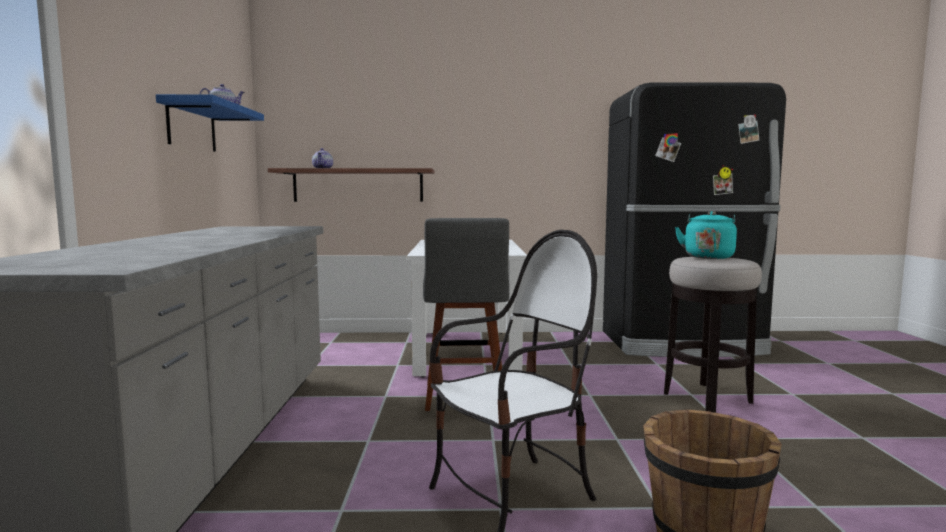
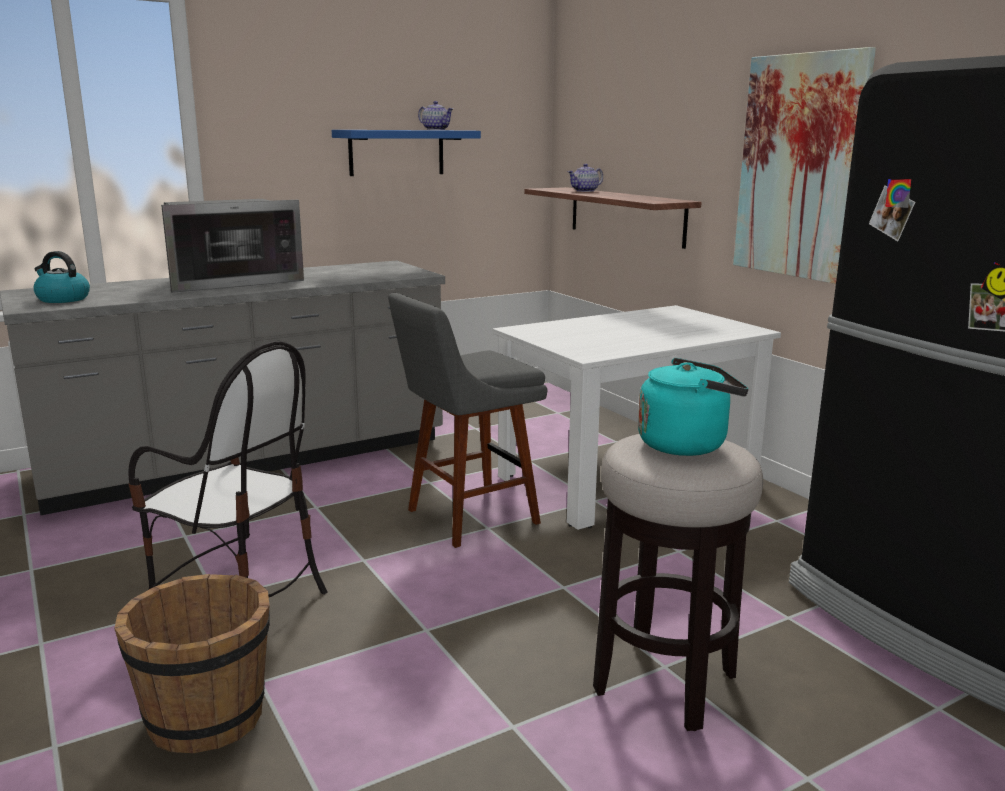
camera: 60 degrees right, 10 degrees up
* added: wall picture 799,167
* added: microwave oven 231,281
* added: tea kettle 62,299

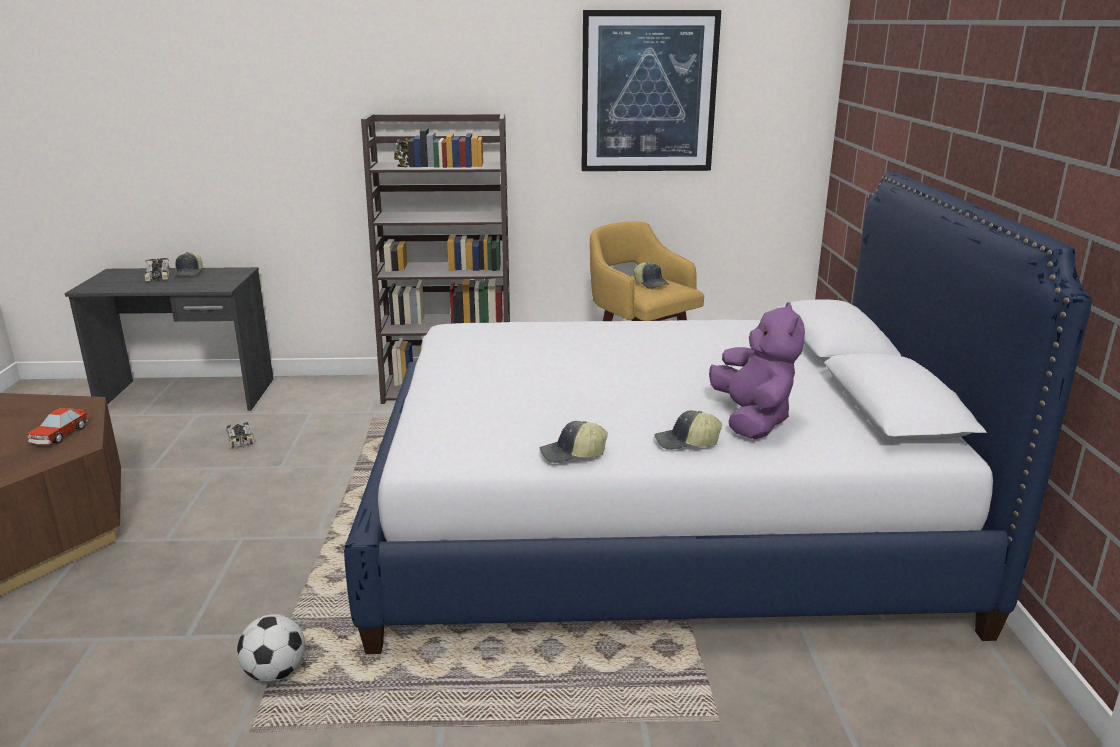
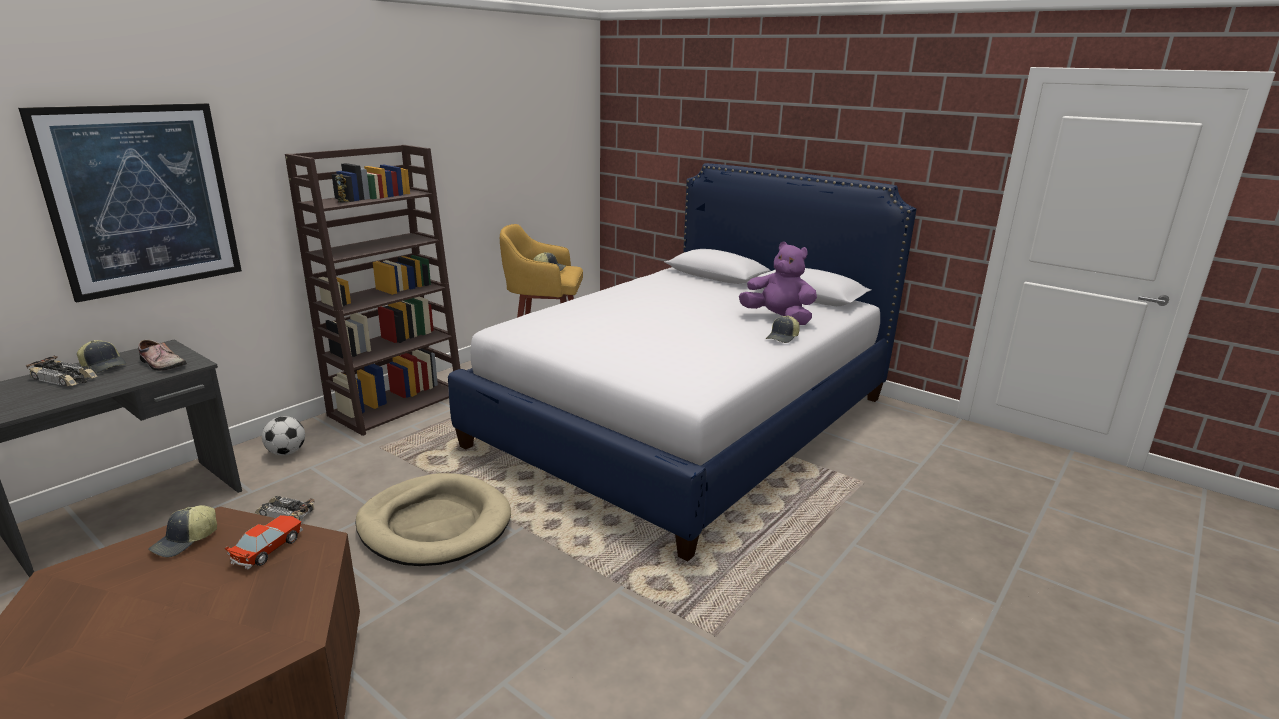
camera: 50 degrees left, 0 degrees up
* moved: wall picture 648,92 to 142,199
* turned: toy car 60,435 = 268,548 120 degrees counterclockwise
* moved: peaked cap 572,454 to 186,541
* moved: football 275,673 to 286,452
* added: shoe 161,364
* added: dog cushion (beige) 435,524

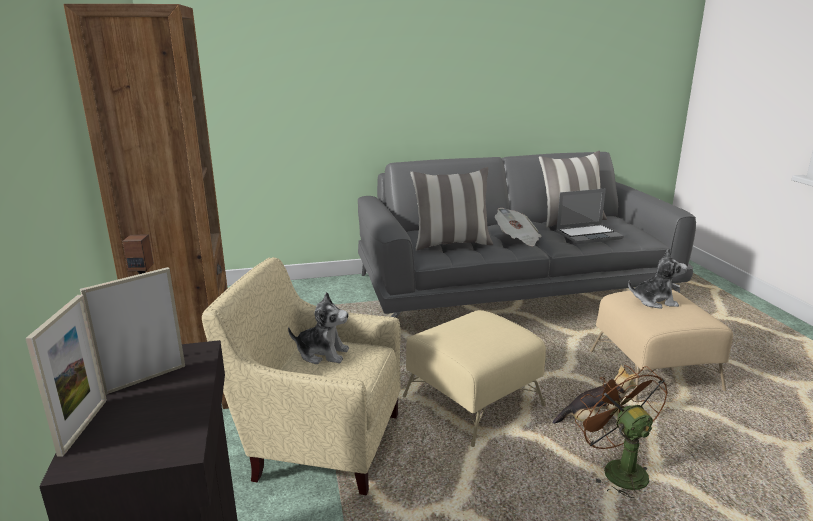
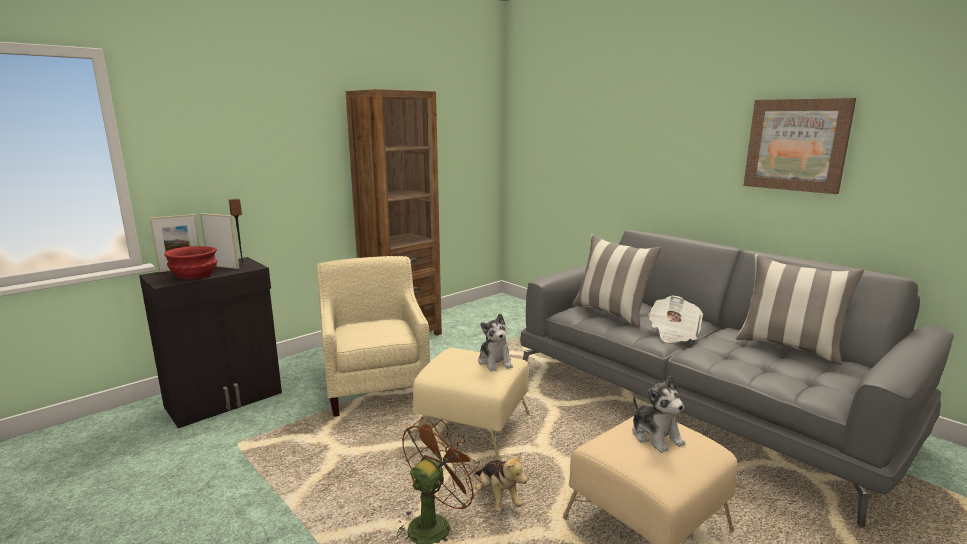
camera: 60 degrees right, 5 degrees down
* removed: laptop 588,235
* moved: plush toy 322,353 to 495,362
* added: wall picture 796,145
* added: serving bowl (red-coloured) 194,275

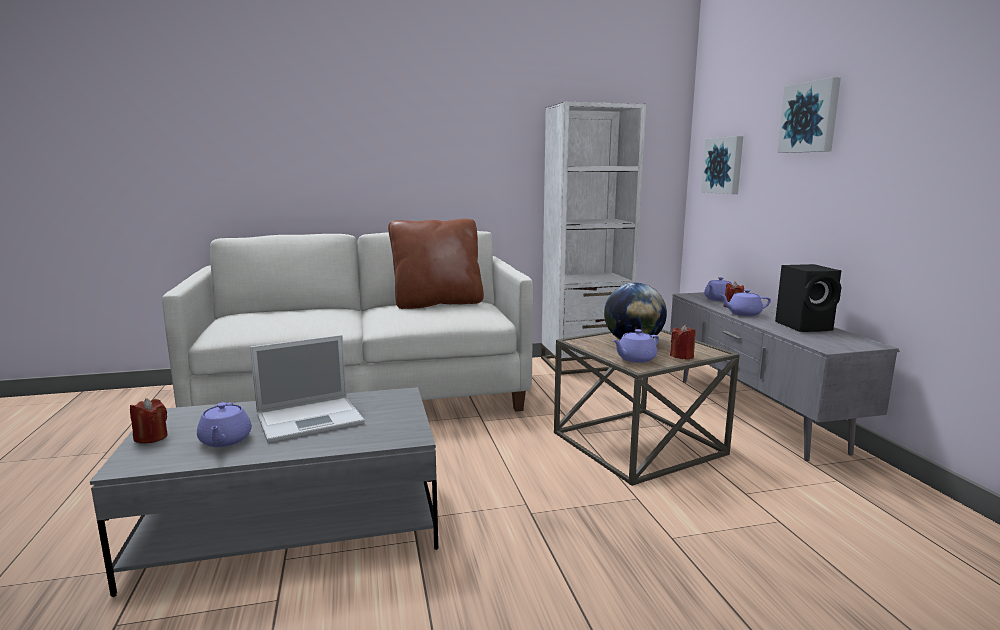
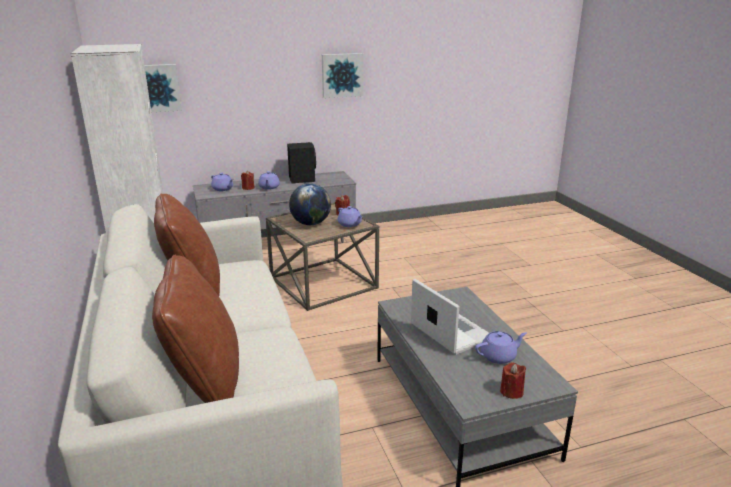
camera: 95 degrees left, 10 degrees up
* moved: wall picture 810,117 to 342,75
* added: throw pillow (brown) 205,380

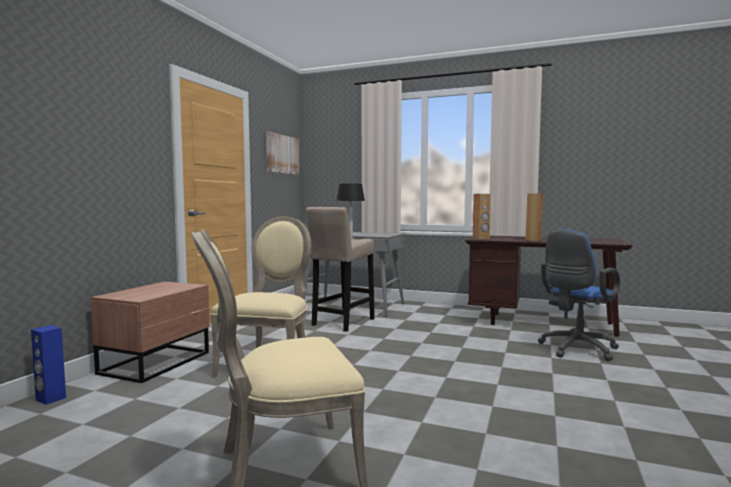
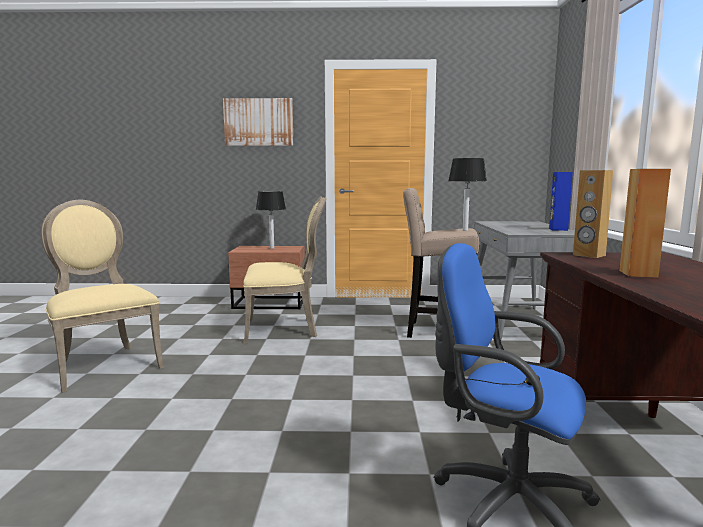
camera: 70 degrees right, 5 degrees up
* moved: wall picture 282,154 to 258,122
* moved: audio speaker (bluish) 50,399 to 558,229
* added: tabletop lamp 271,248

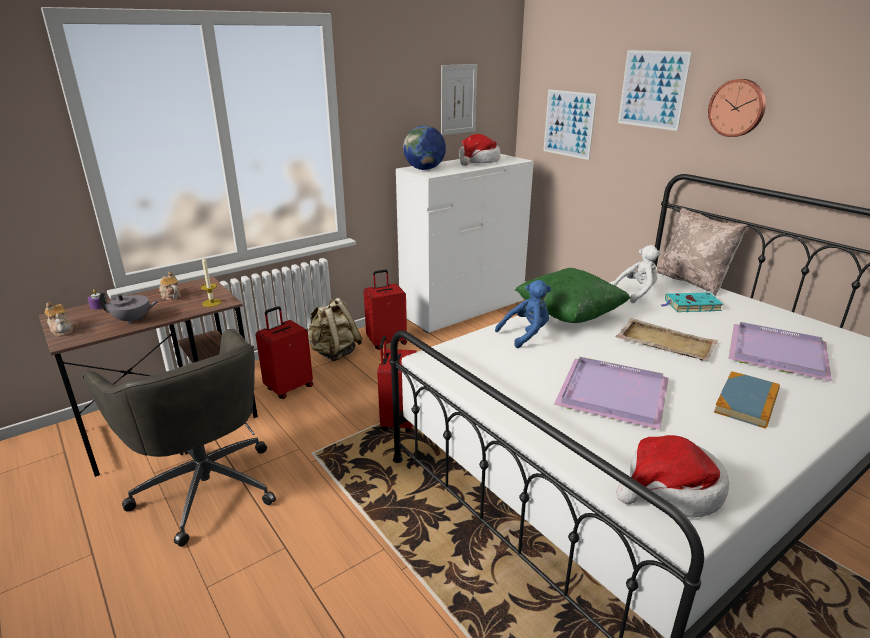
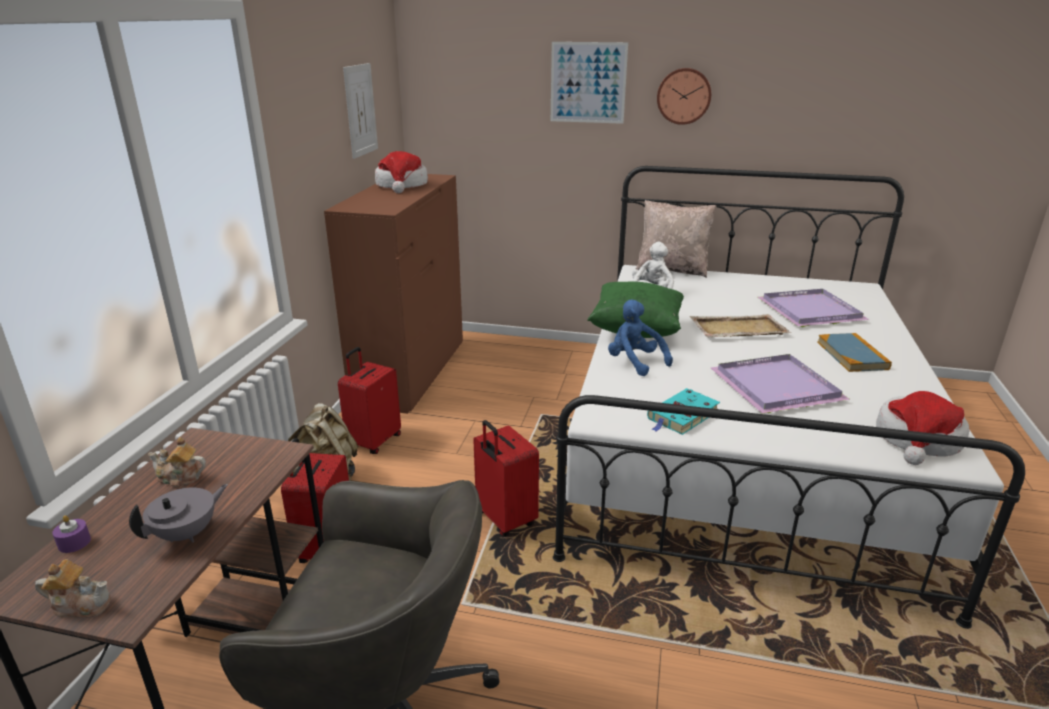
camera: 40 degrees left, 0 degrees up
* removed: wall picture 568,124
* removed: world globe 424,169
* recoloured: drawer chest (white-coloured) 463,309 to drawer chest (brown) 410,372
* removed: candle 211,303
* turned: plush toy (bluish) 526,334 = 635,362 60 degrees counterclockwise
* moved: book (turquoise) 691,305 to 682,416

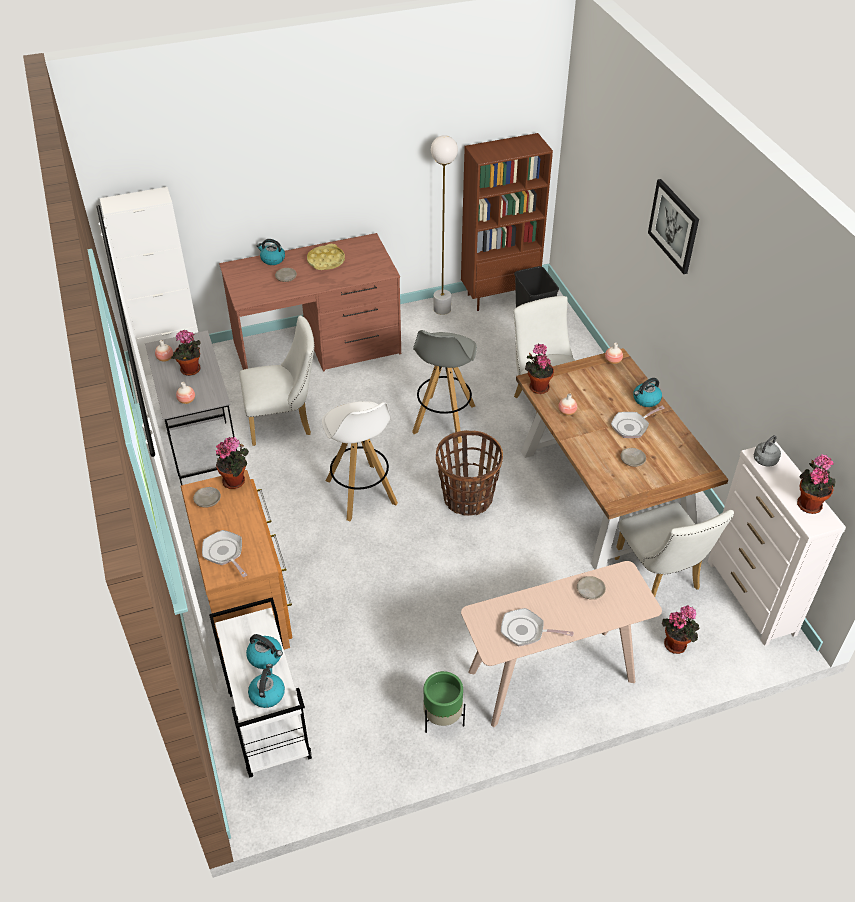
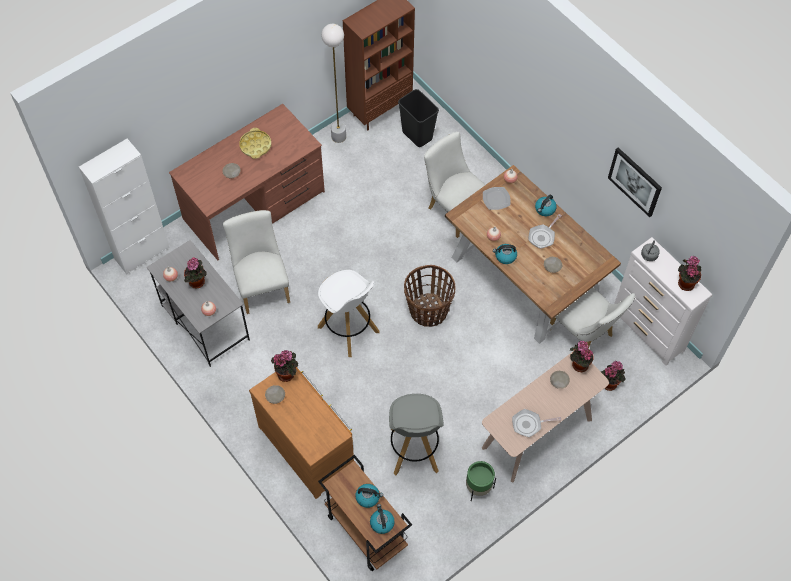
camera: 20 degrees left, 15 degrees up
* moved: wall picture 674,226 to 635,181
* moved: tea kettle 272,259 to 505,256
* turned: plain chair (white-coloured) 284,422 = 261,284 75 degrees counterclockwise
* moved: stool (gray) 443,419 to 414,451
* moved: houseplant 537,386 to 578,364
* removed: frying pan 224,553
* recoloured: wheeled cart (white-coloured) 268,724 to wheeled cart (brown) 365,530
* added: flat dish 496,199

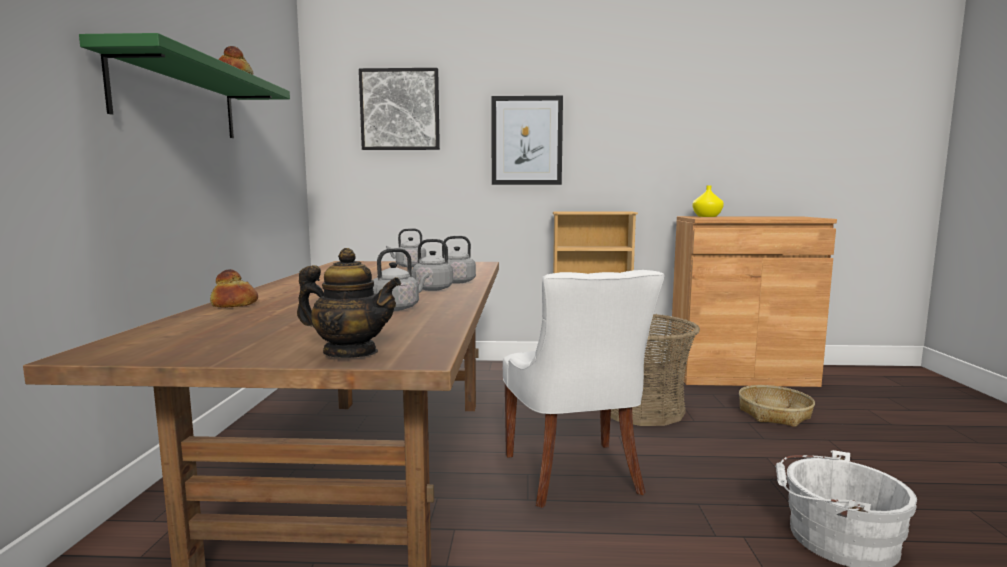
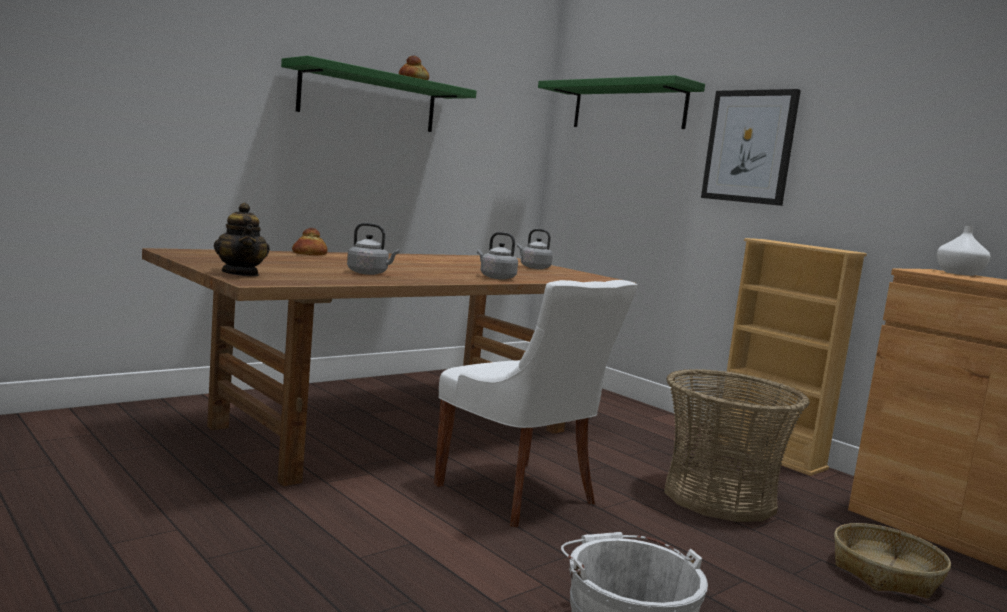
camera: 45 degrees right, 0 degrees up
* replaced: wall picture 400,110 to wall shelf (green) 628,107
* recoloured: vase (yellowish) 706,216 to vase (white-coloured) 958,273
* removed: tea kettle (gray) 430,289
* turned: plain chair (white-coloured) 574,475 = 519,495 75 degrees counterclockwise

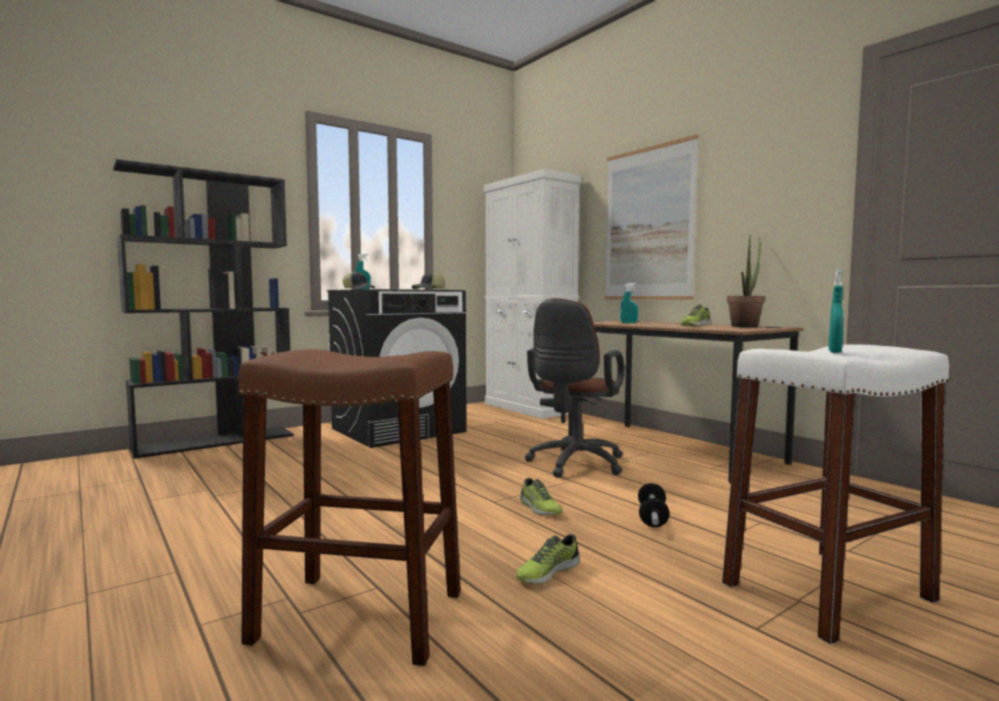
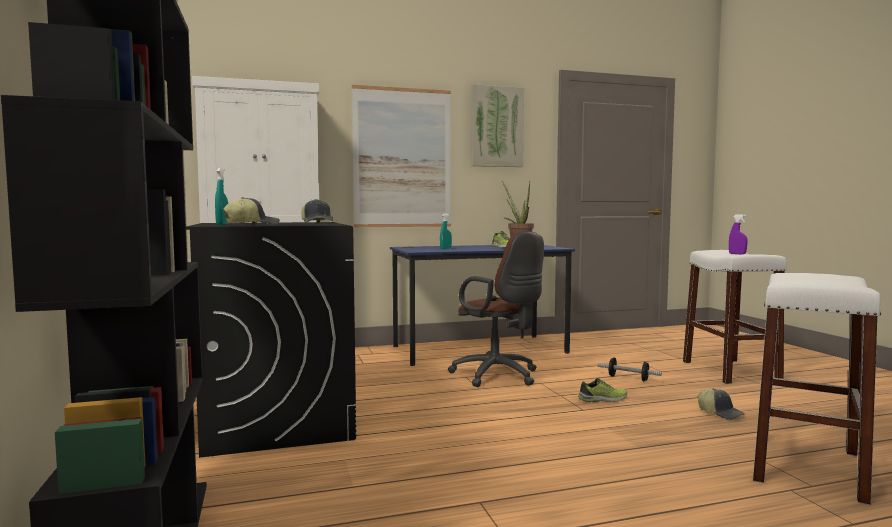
camera: 70 degrees left, 0 degrees up
* recoloured: spray bottle (turquoise) 834,352 to spray bottle (purple) 737,254
* recoloured: desk unit (brown) 670,449 to desk unit (bluish) 479,349
* recoloured: stool (brown) 359,616 to stool (white-coloured) 807,466
* replaced: shoe 547,572 to peaked cap 721,413
* added: wall picture 496,127

